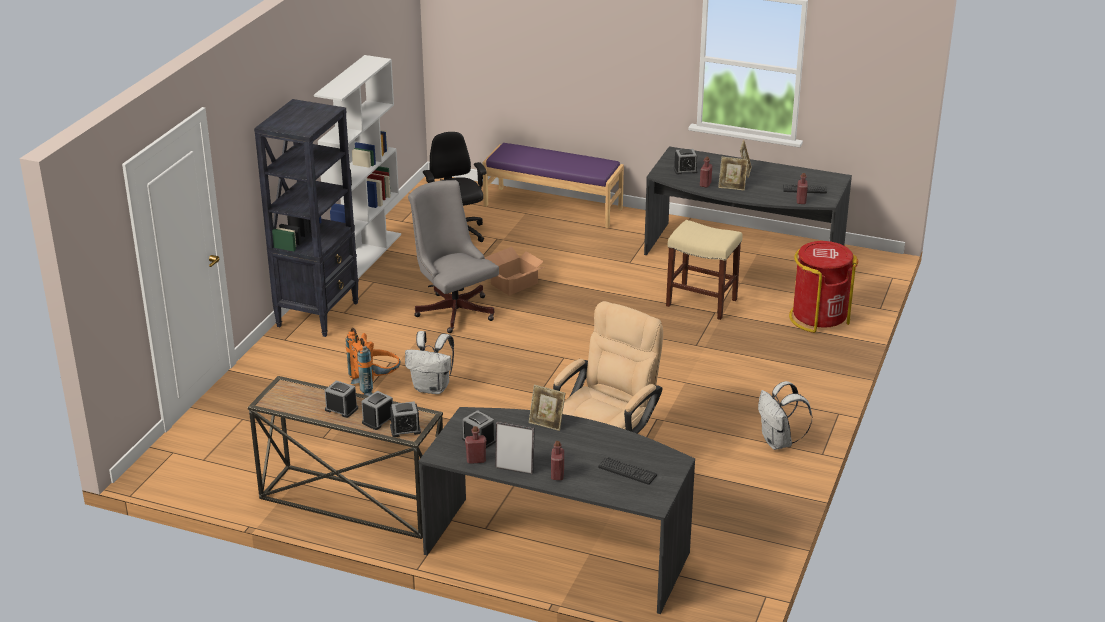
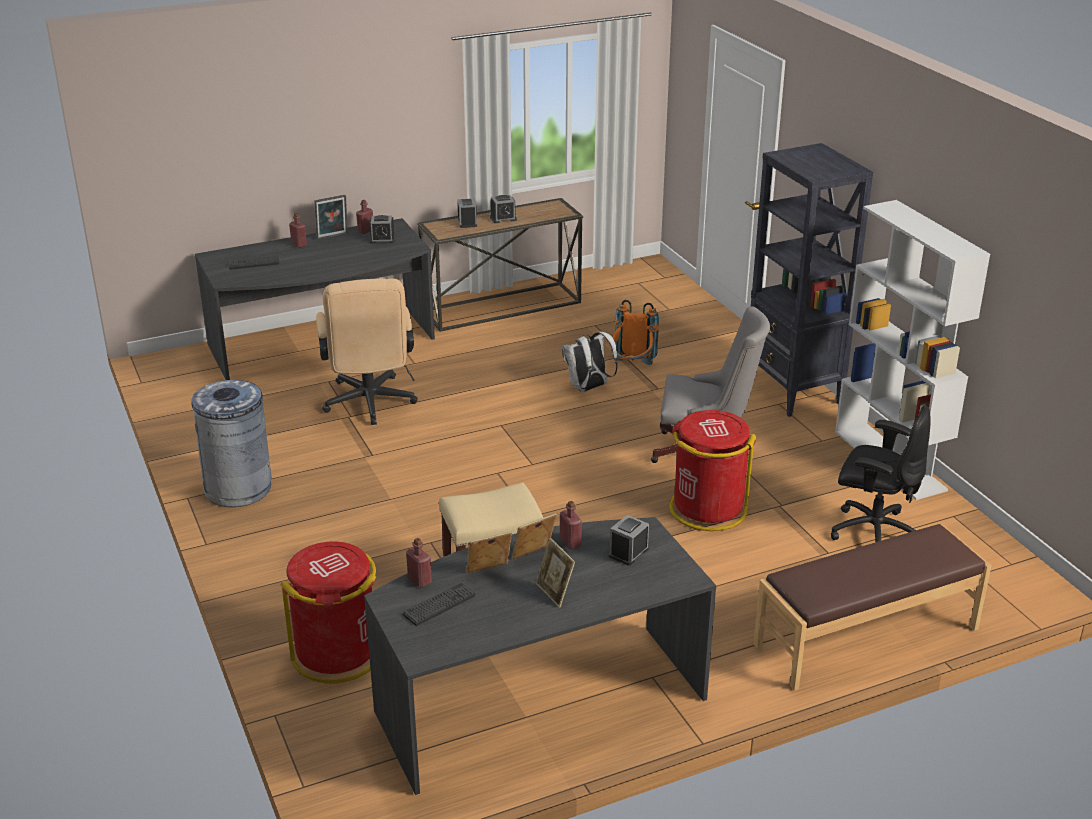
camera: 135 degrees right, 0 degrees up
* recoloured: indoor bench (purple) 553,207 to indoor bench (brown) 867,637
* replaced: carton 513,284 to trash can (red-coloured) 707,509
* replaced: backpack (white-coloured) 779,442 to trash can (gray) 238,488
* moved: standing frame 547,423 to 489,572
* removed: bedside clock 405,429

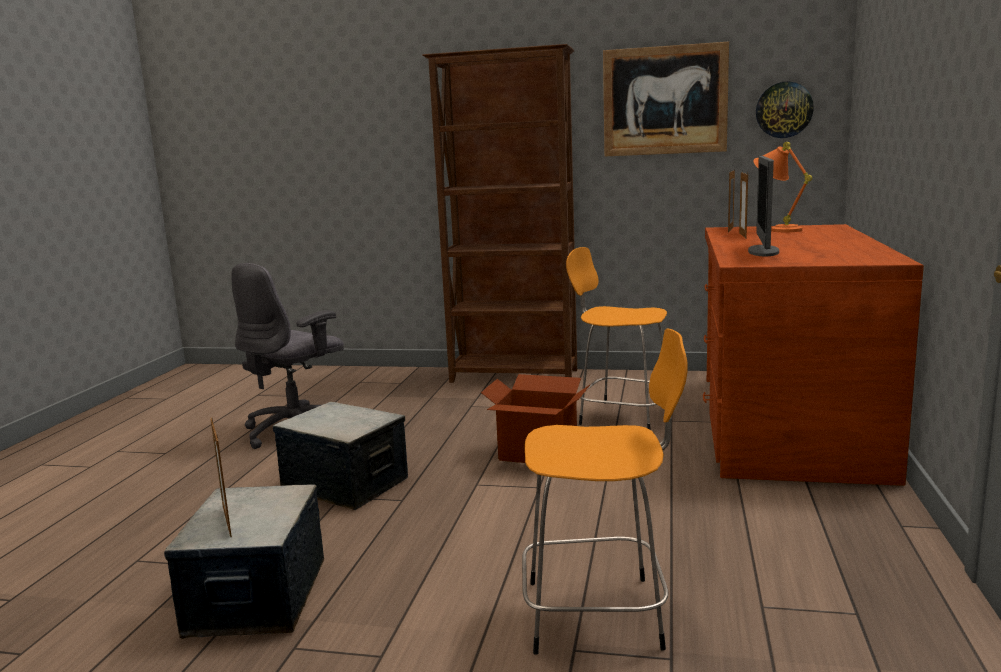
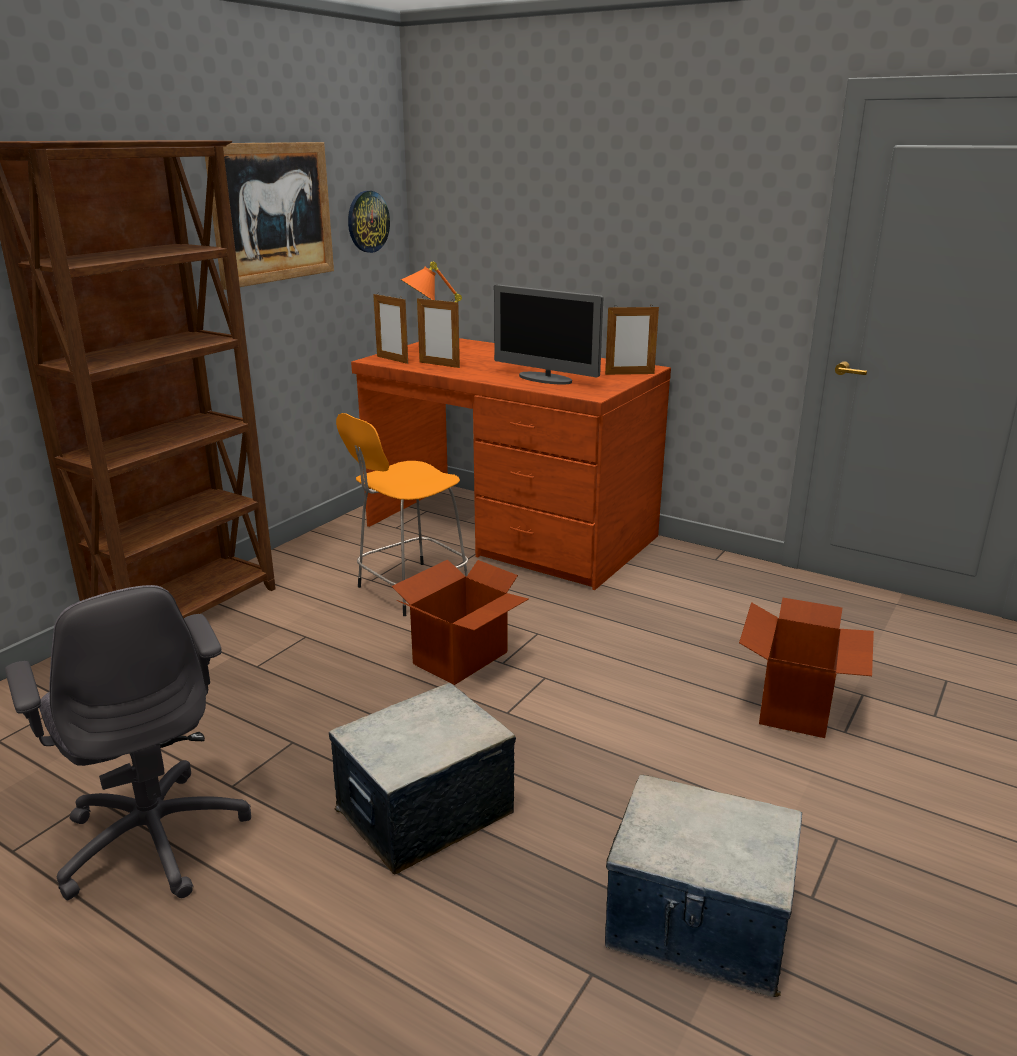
camera: 70 degrees left, 10 degrees up
* replaced: stool (orange) 599,614 to carton 797,707
* moved: standing frame 227,521 to 629,374

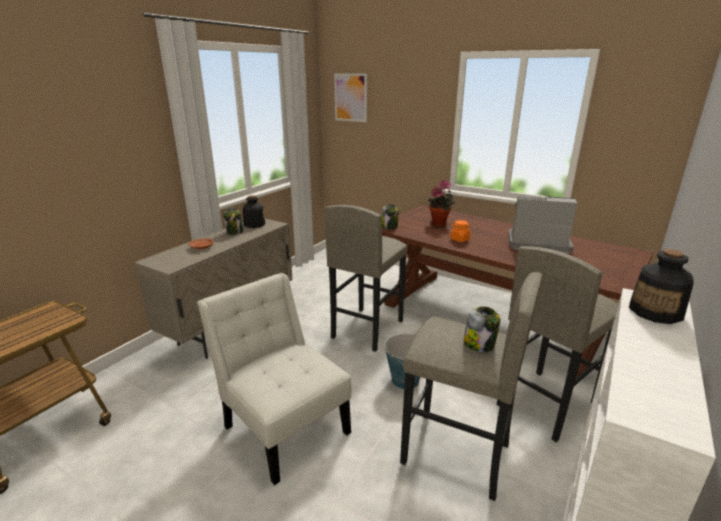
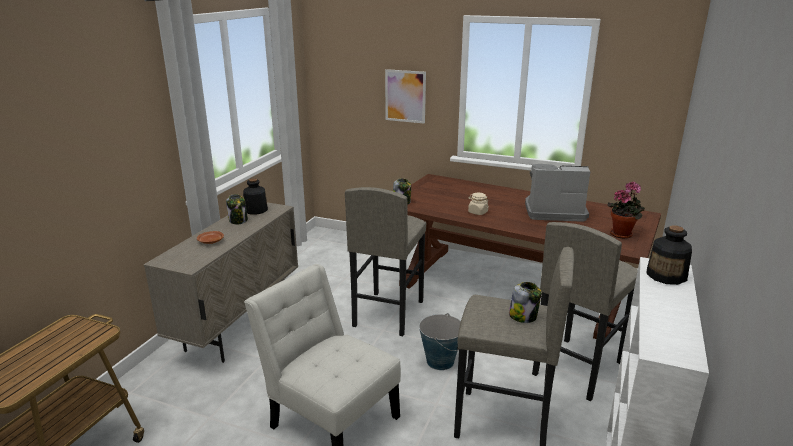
camera: 10 degrees left, 0 degrees up
* moved: wall picture 350,97 to 405,96
* moved: houseplant 440,224 to 622,234
* recoloured: jar (orange) 459,239 to jar (beige) 477,212

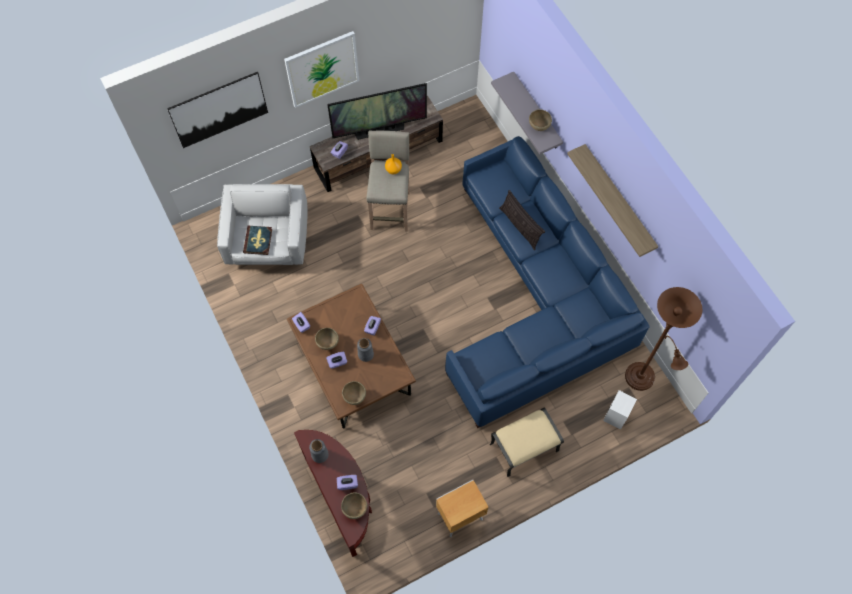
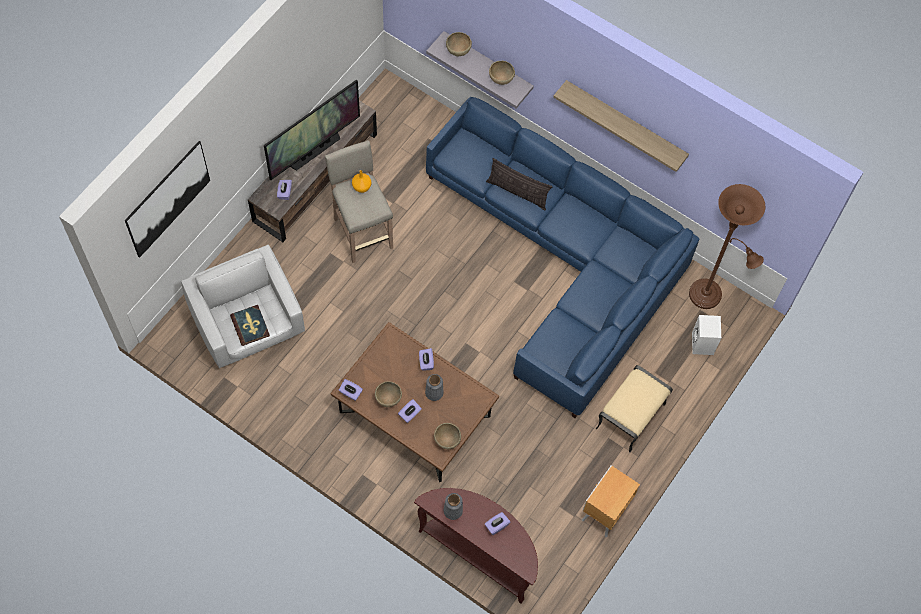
camera: 30 degrees left, 0 degrees up
* removed: wall picture 322,69
* moved: serving bowl (brown) 355,508 to 458,51

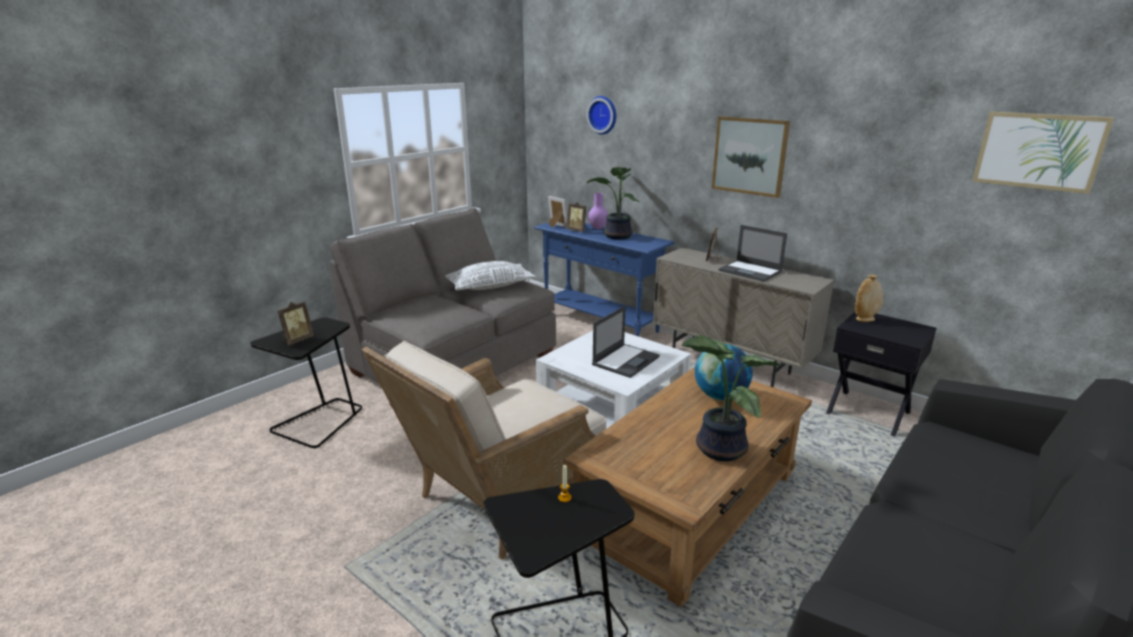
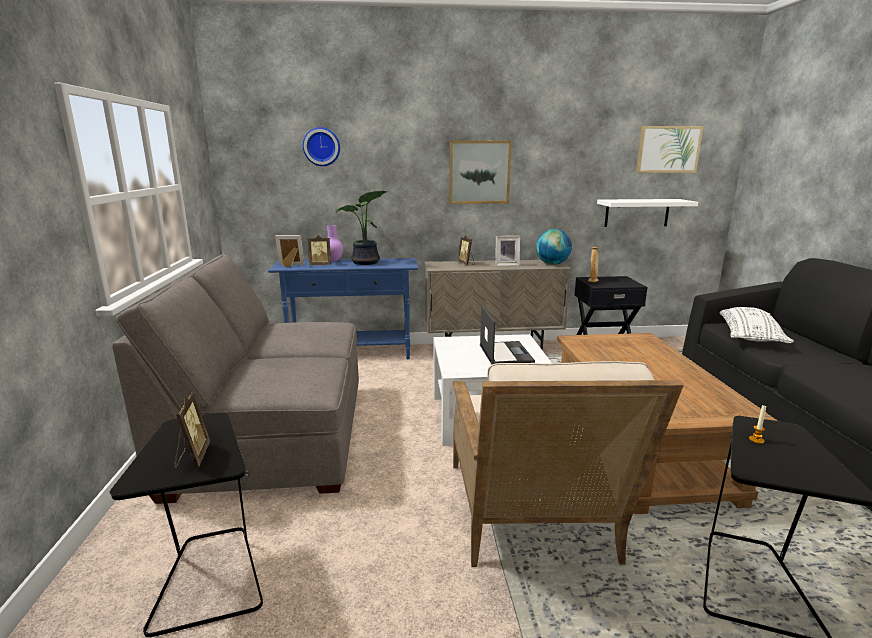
camera: 45 degrees left, 5 degrees down
* replaced: laptop 751,271 to standing frame 506,265
* moved: throw pillow (white-coloured) 490,286 to 749,336
* removed: houseplant 717,448
* moved: world globe 720,396 to 552,264
* added: wall shelf (white-coloured) 637,212

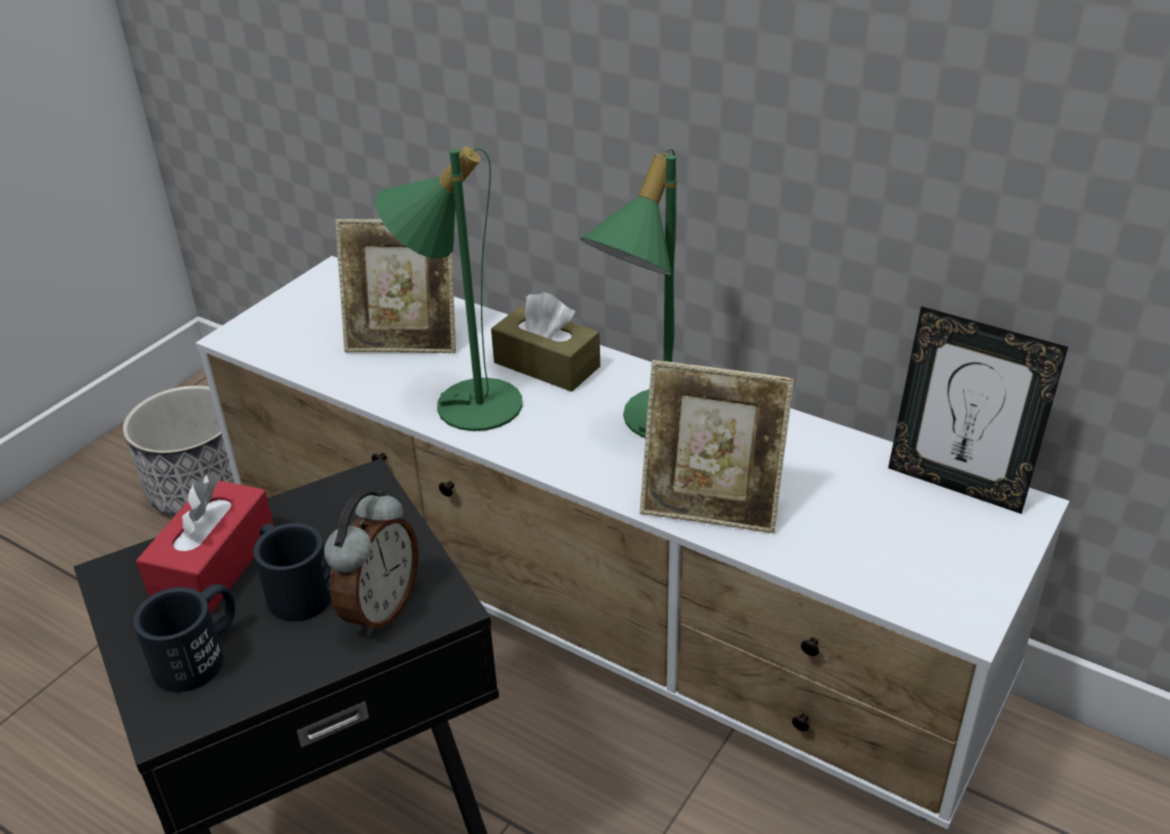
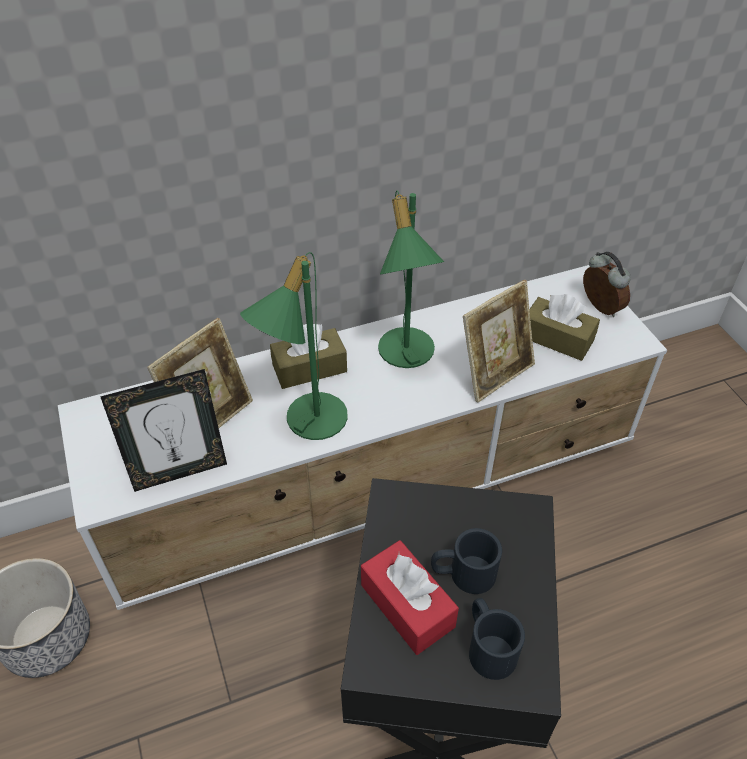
camera: 55 degrees left, 10 degrees up
* moved: standing frame 957,484 to 179,471
* moved: bedside clock 379,609 to 599,308
* added: tissue box (brown) 557,338

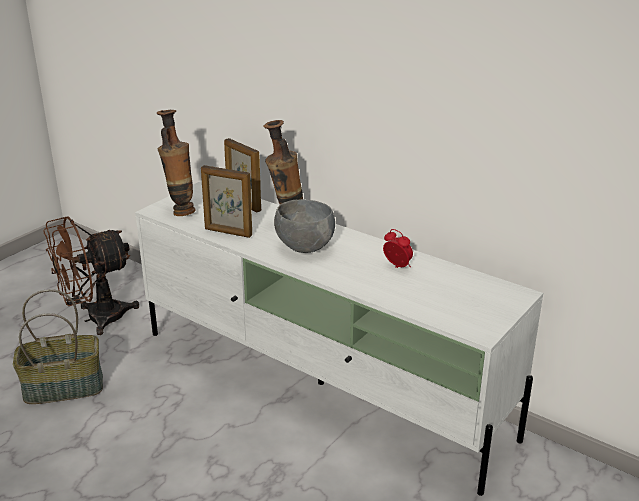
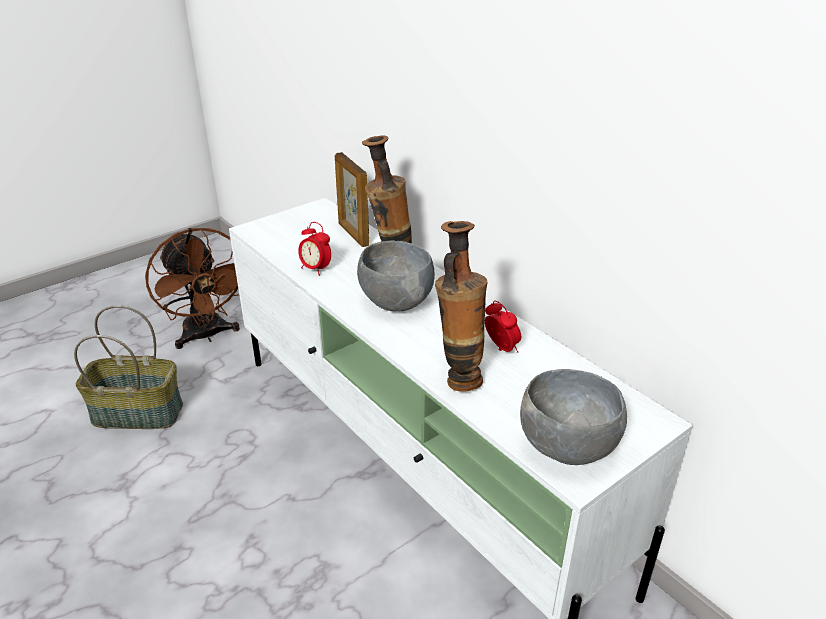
camera: 15 degrees right, 5 degrees up
* moved: vase 180,211 to 459,377
* replaced: standing frame 228,232 to bedside clock 316,269
* turned: fan (brown) 96,319 = 206,335 105 degrees counterclockwise
* added: serving bowl (gray) 568,449

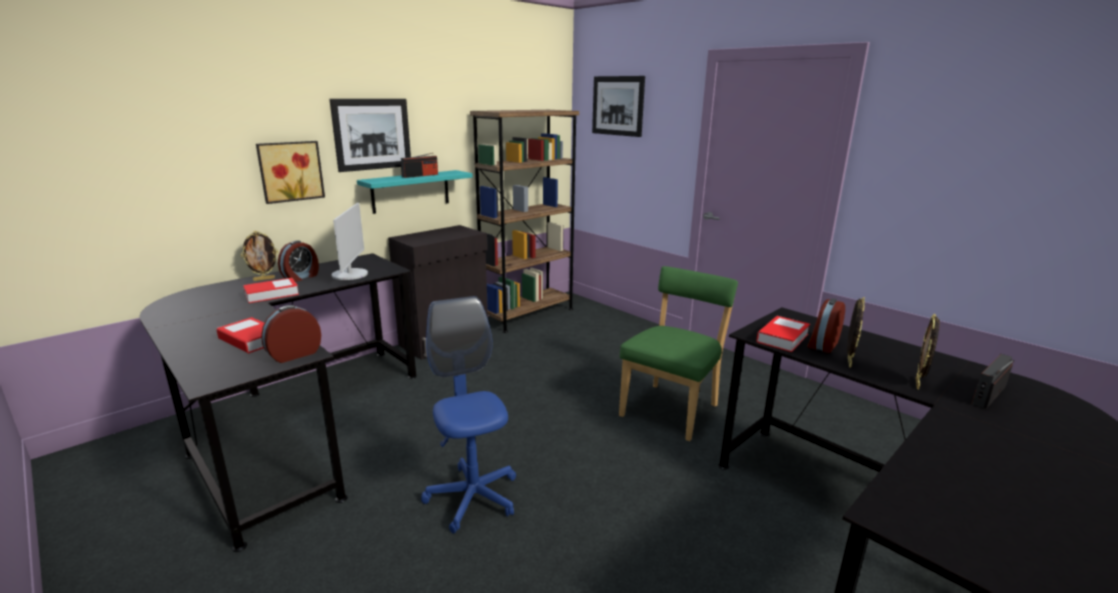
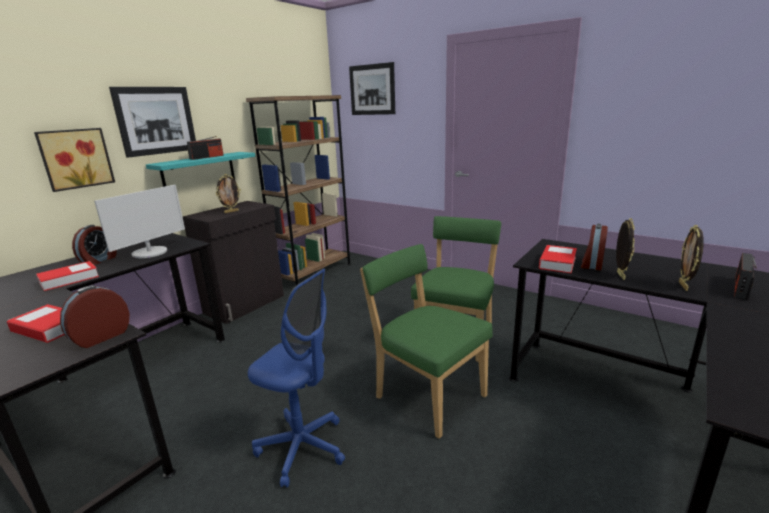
camera: 10 degrees left, 0 degrees up
* turned: monitor 350,274 = 150,252 45 degrees clockwise
* moved: standing frame 264,279 to 231,211
* turned: computer chair (bluish) 473,498 = 302,448 150 degrees clockwise
* added: plain chair (green) 426,394

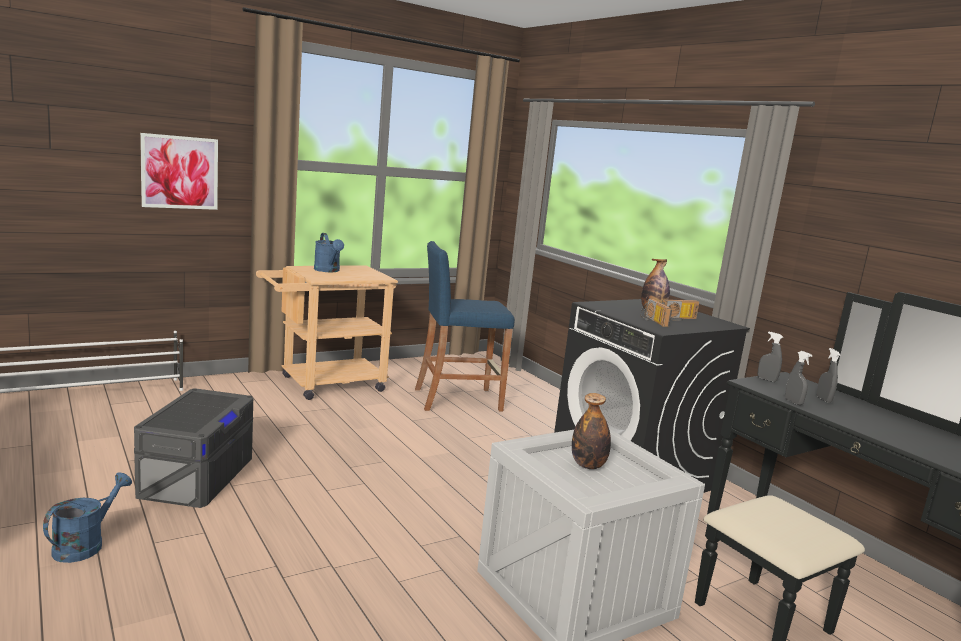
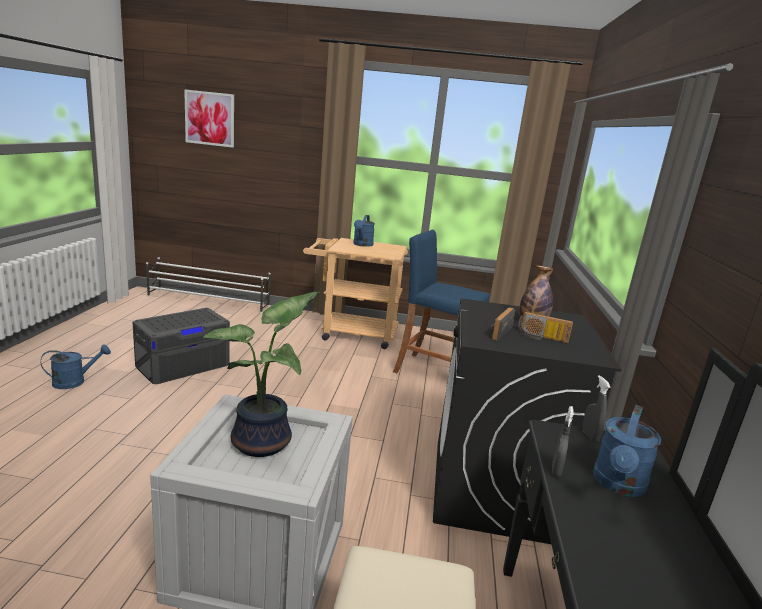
camera: 40 degrees right, 5 degrees up
* moved: wall picture 179,172 to 210,118
* replaced: spray bottle (gray) 823,399 to watering can (bluish) 618,485
* replaced: drink bottle 588,465 to houseplant 265,442

